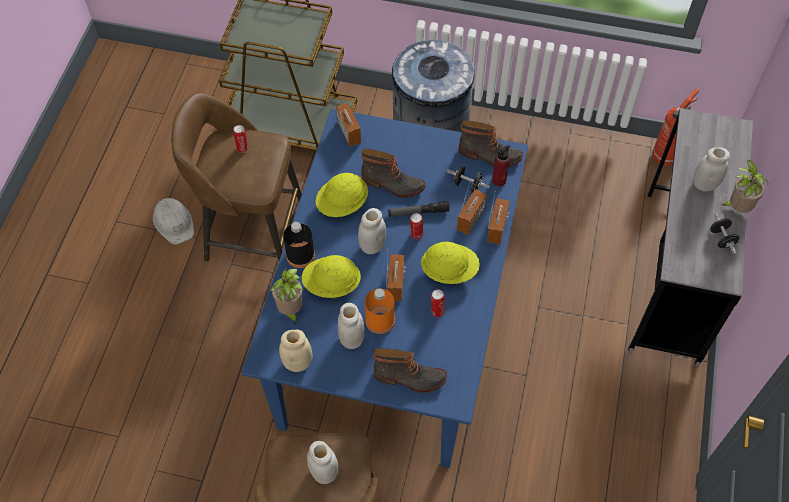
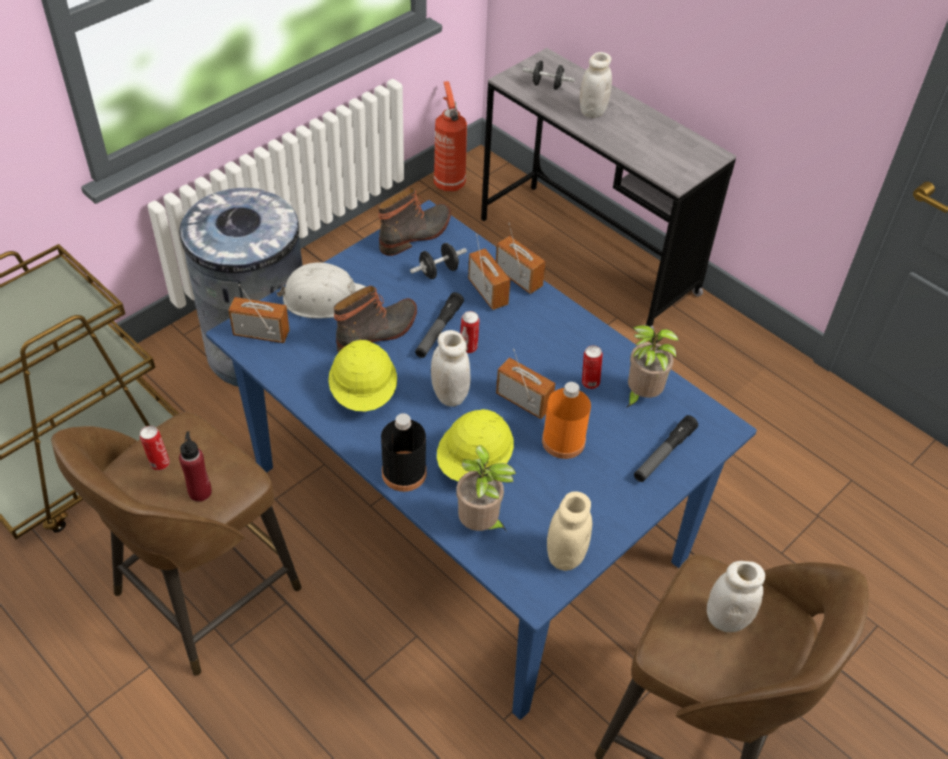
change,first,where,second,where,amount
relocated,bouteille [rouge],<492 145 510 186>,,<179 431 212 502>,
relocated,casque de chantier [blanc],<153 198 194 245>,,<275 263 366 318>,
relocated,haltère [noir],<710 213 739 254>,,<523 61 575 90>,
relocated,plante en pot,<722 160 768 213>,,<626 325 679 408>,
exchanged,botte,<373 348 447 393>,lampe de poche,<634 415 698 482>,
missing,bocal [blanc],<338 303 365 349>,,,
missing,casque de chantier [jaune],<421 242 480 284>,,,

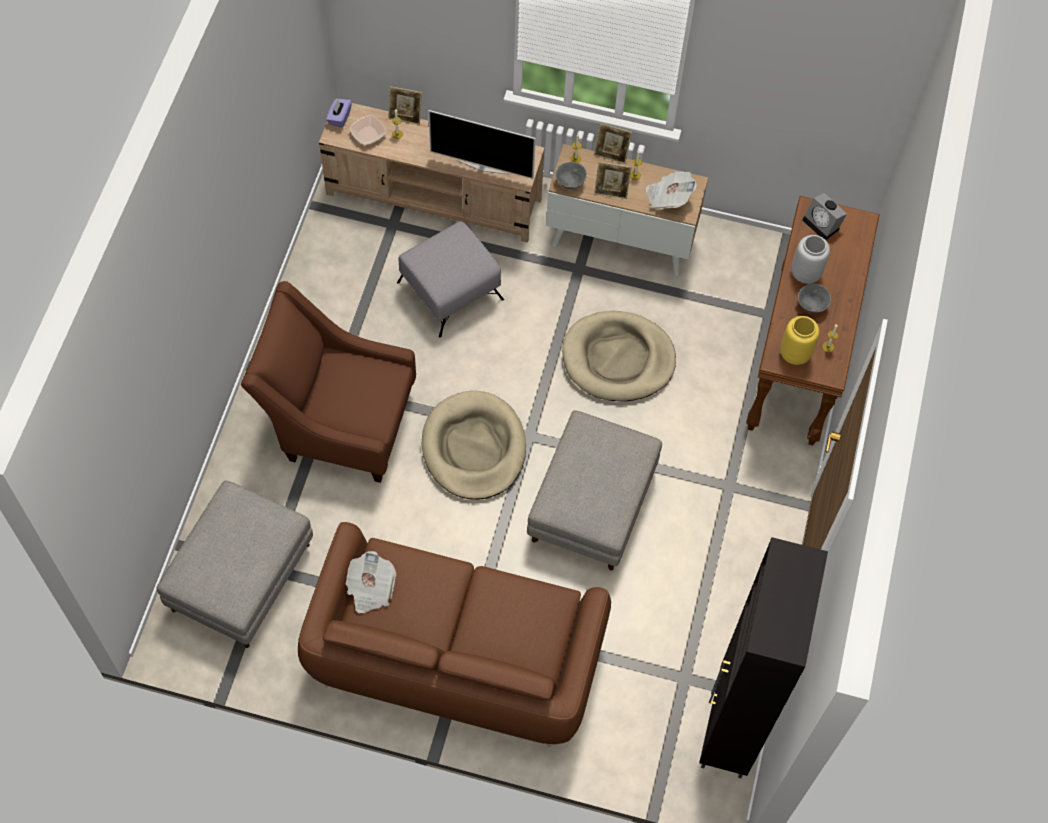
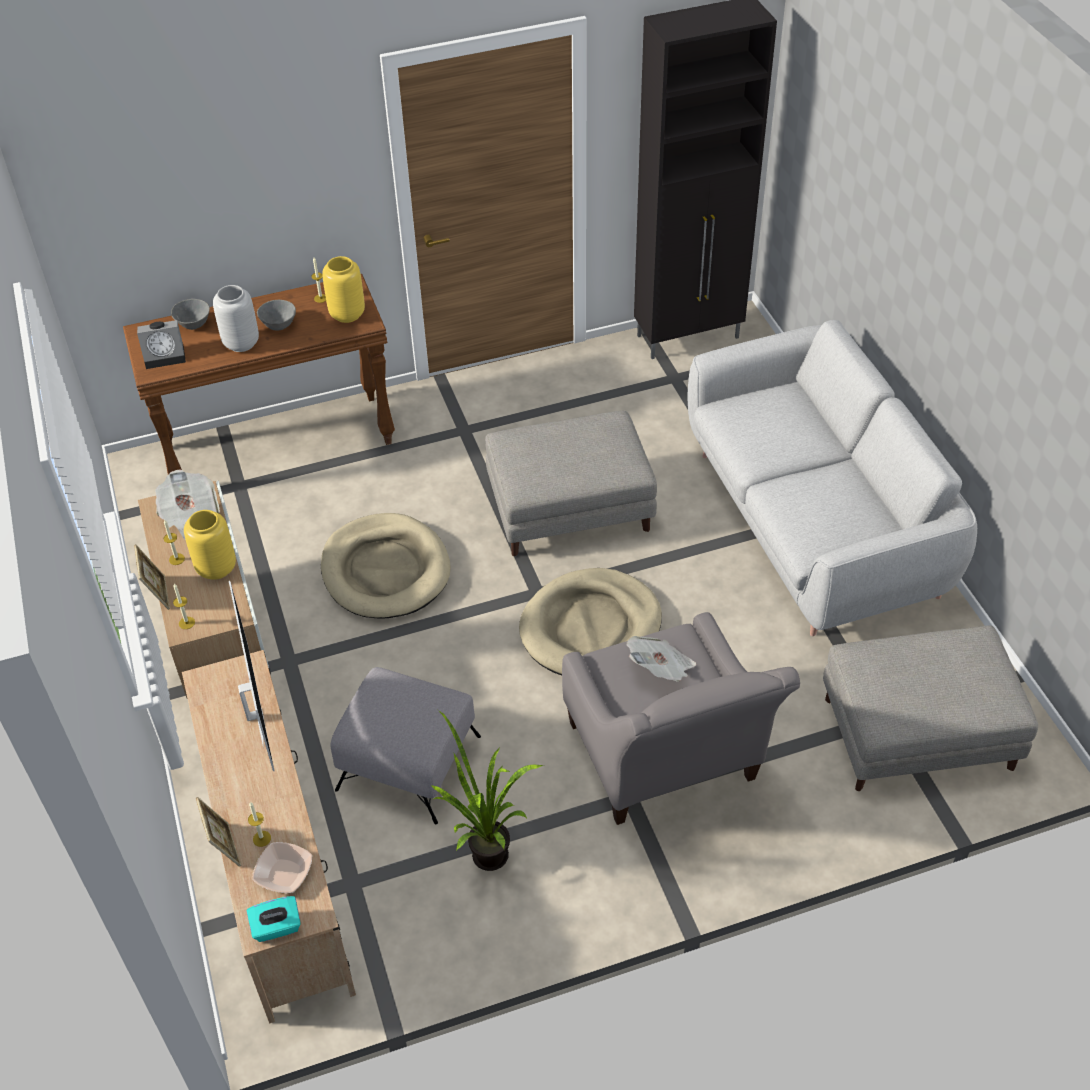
change,first,where,second,where,amount
spun,réveil,<802 193 847 240>,,<137 320 186 369>,60 degrees clockwise
relocated,bol [gris],<555 162 587 189>,,<171 299 210 330>,
exchanged,cadre photo,<594 162 632 199>,vase [jaune],<184 510 236 580>,
colour,boîte à mouchoirs [violet],<326 98 352 128>,boîte à mouchoirs [turquoise],<246 896 301 942>,
appeared,,,plante en pot,<431 710 543 871>,
colour,fauteuil [marron],<241 281 416 483>,fauteuil [gris],<562 612 800 825>,
relocated,journal,<346 551 396 613>,,<627 636 696 682>,
colour,canapé [marron],<298 522 611 747>,canapé [gris],<688 320 977 636>,

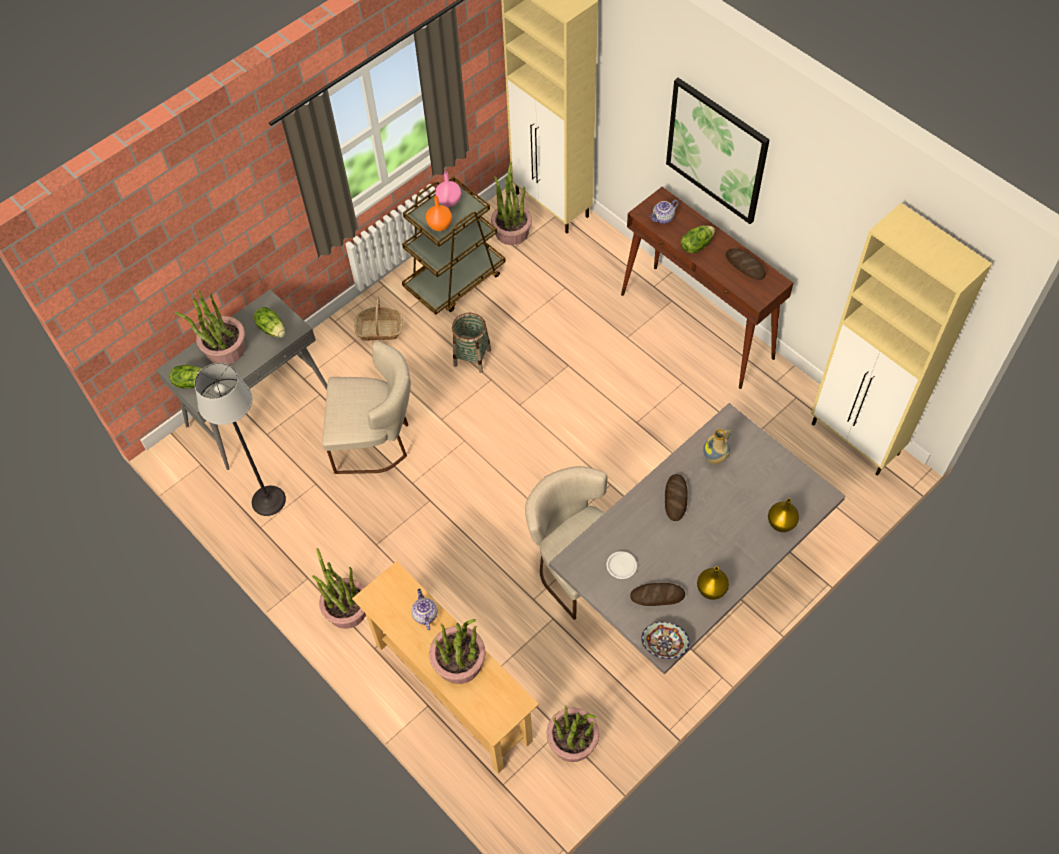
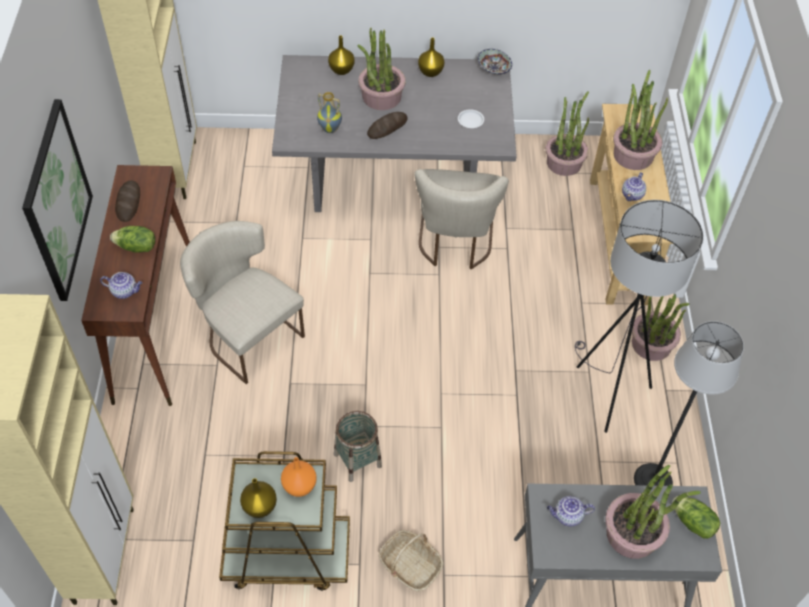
change,first,where,second,where,amount
relocated,chaise [beige],<322 341 411 474>,,<180 221 305 384>,
colour,vase [rose],<435 171 461 207>,vase [jaune],<240 478 277 518>,
relocated,plante en pot,<491 162 532 245>,,<357 28 406 110>,
exchanged,laitue,<254 307 285 338>,théière,<547 496 595 527>,
appeared,,,lampadaire [gris],<575 200 703 433>,
missing,pain,<630 583 685 606>,,,

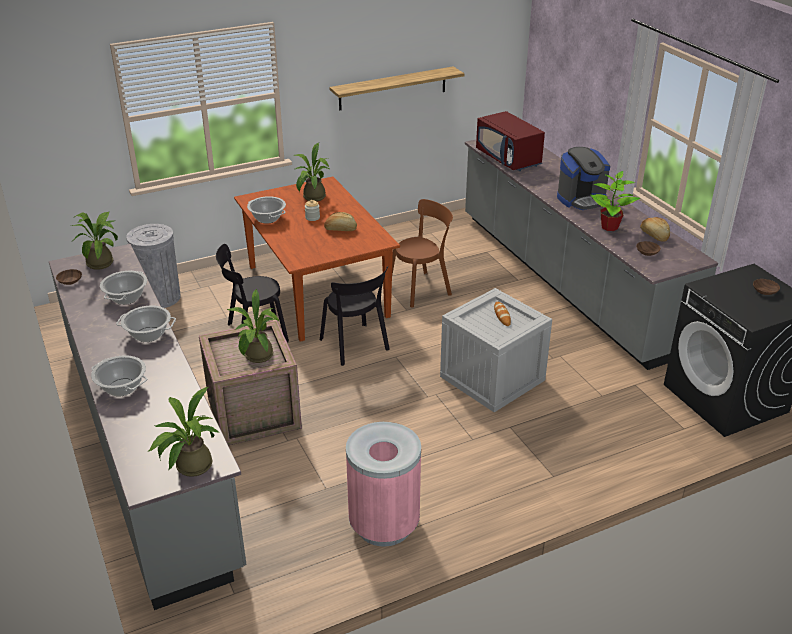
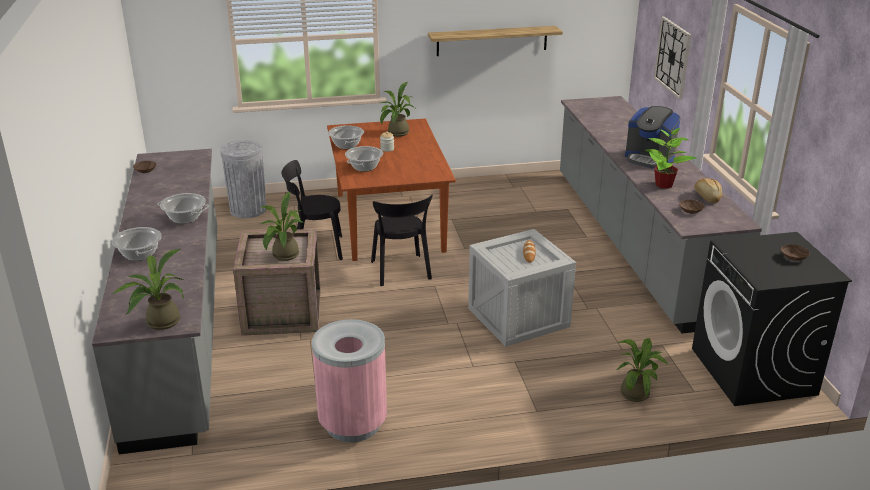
change,first,where,second,where,amount
relocated,marmite,<100 270 147 305>,,<345 146 383 172>,
relocated,plante en pot,<72 212 118 270>,,<617 338 668 402>,
spun,machine à café,<557 147 610 210>,,<625 106 680 168>,45 degrees clockwise
appeared,,,horloge murale,<654 17 691 100>,
missing,pain,<324 212 357 231>,,,
missing,chaise [marron],<392 199 453 308>,,,
missing,micro-ondes [rouge],<476 111 545 171>,,,

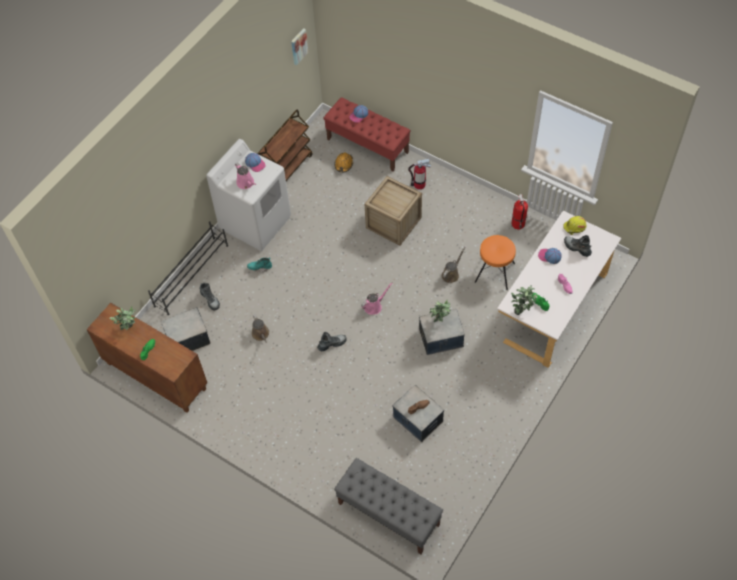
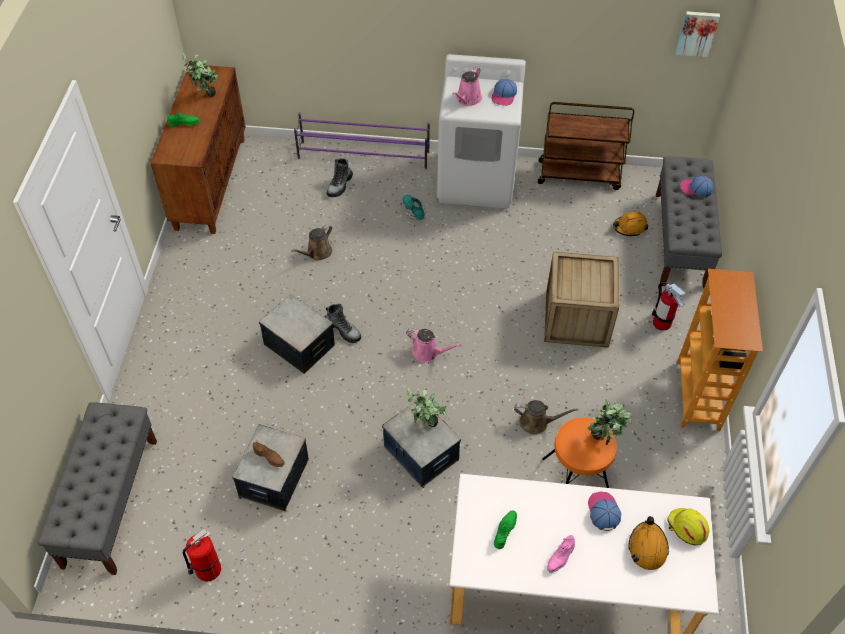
change,first,where,second,where,amount
relocated,extincteur,<511 194 528 230>,,<183 529 221 582>,
relocated,boîte de rangement,<161 307 210 351>,,<259 294 335 374>,
colour,étagère à chaussures [noir],<148 221 228 315>,étagère à chaussures [violet],<294 113 430 169>,
relocated,plante en pot,<511 285 538 315>,,<587 399 633 445>,
exchanged,botte,<564 235 592 257>,casque de chantier [orange],<628 516 669 570>,
colour,banc [rouge],<323 97 411 172>,banc [gris],<656 156 722 288>,
appeared,,,bibliothèque,<677 269 763 431>,

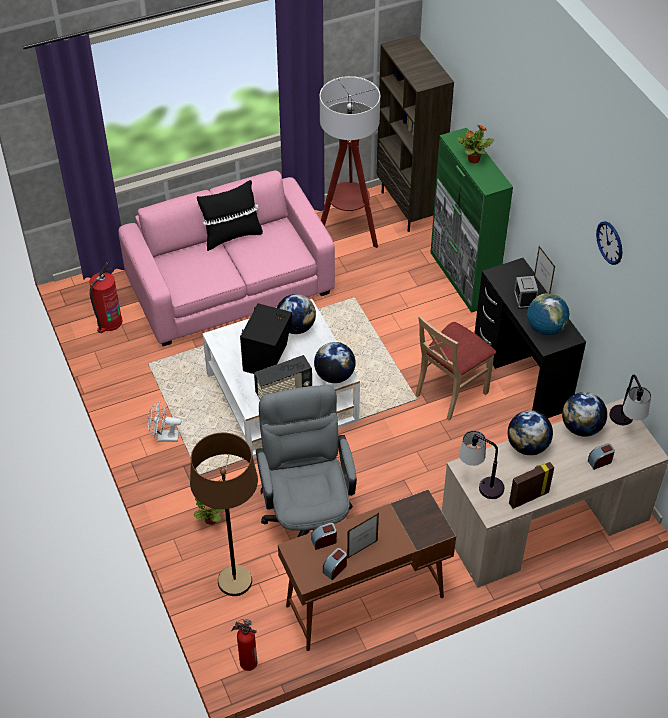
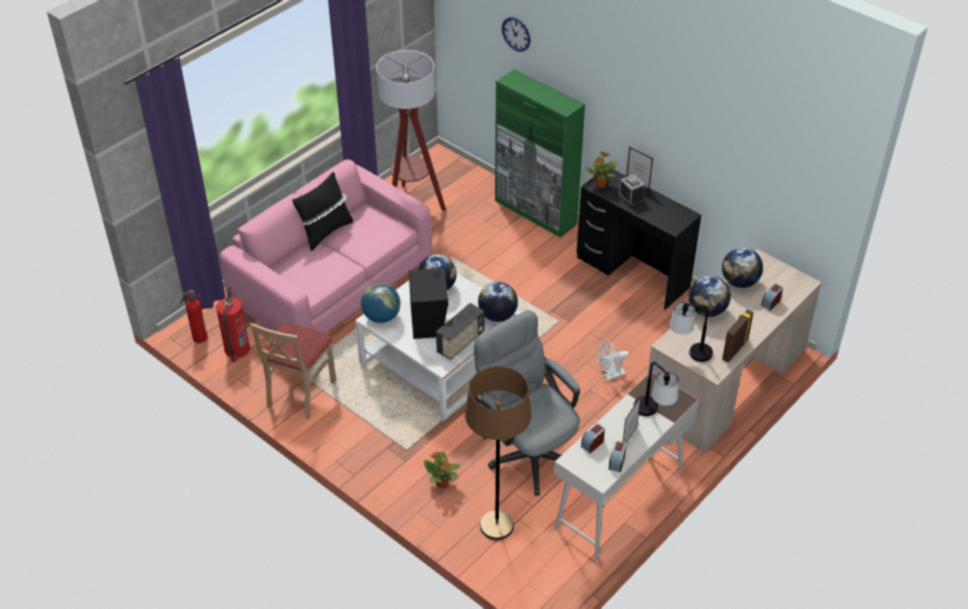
change,first,where,second,where,amount
relocated,extincteur,<231 619 257 671>,,<181 290 208 343>,
relocated,chaise [beige],<416 316 496 421>,,<250 323 336 419>,
relocated,globe,<527 294 569 335>,,<361 283 400 323>,
relocated,horloge murale,<596 221 622 265>,,<502 17 530 52>,
colour,bureau [marron],<278 489 456 651>,bureau [blanc],<554 372 698 558>,
relocated,plante en pot,<457 125 494 164>,,<585 152 617 188>,
relocated,ventilateur [blanc],<148 402 181 442>,,<597 340 629 381>,
relocated,lampe de table,<610 375 651 425>,,<634 362 679 416>,
missing,bibliothèque [marron],<377 35 454 232>,,,

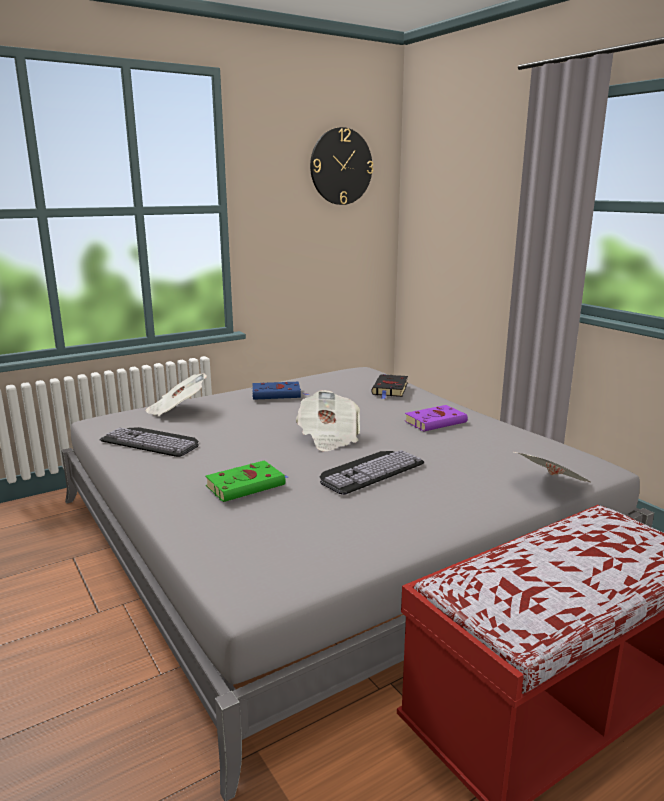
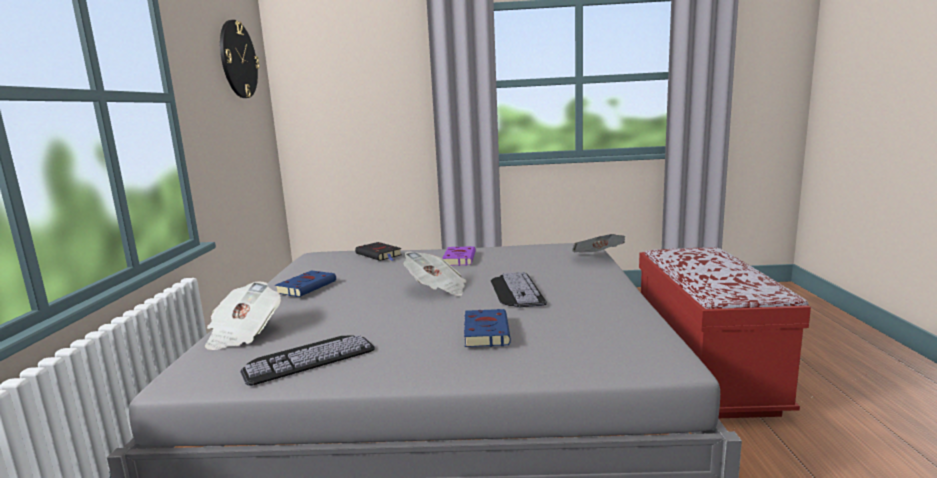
change,first,where,second,where,amount
colour,livre [vert],<205 460 288 502>,livre [bleu],<464 309 511 347>,

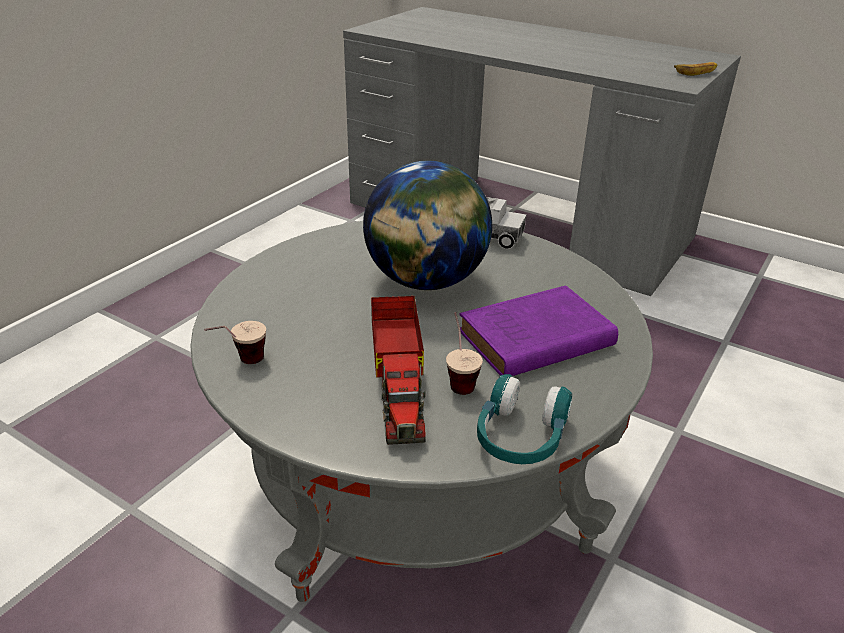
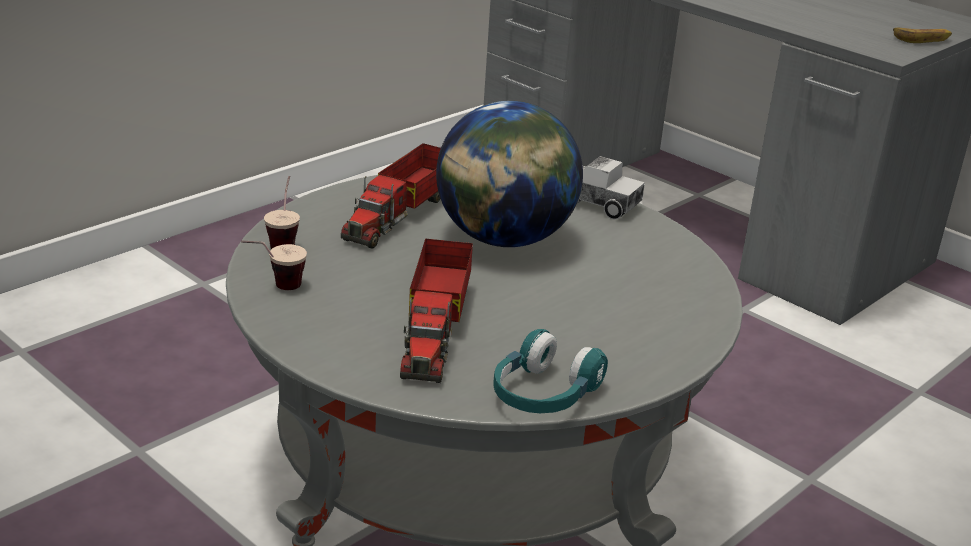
change,first,where,second,where,amount
relocated,tasse,<446 312 483 395>,,<264 176 300 249>,
appeared,,,camion jouet,<341 143 441 249>,
missing,livre [violet],<459 285 618 376>,,,

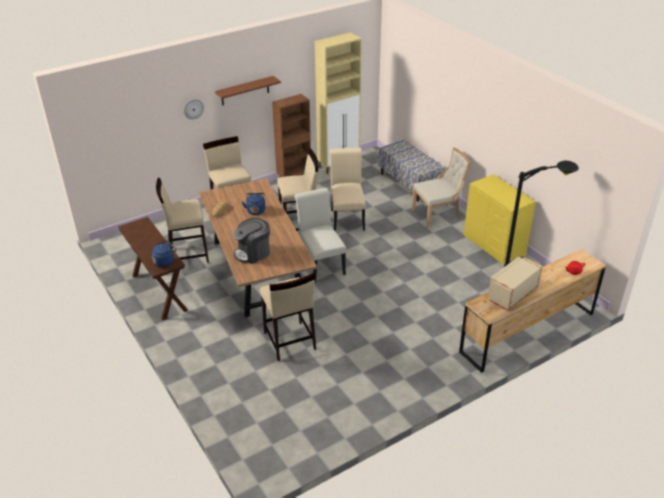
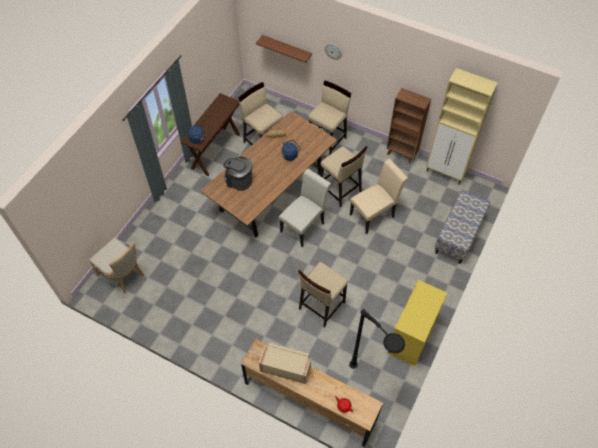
change,first,where,second,where,amount
relocated,chaise [beige],<411 147 471 229>,,<89 237 144 294>,
relocated,étagère [marron],<215 76 281 106>,,<256 35 312 63>,
relocated,tabouret [beige],<260 273 316 361>,,<298 262 348 328>,

